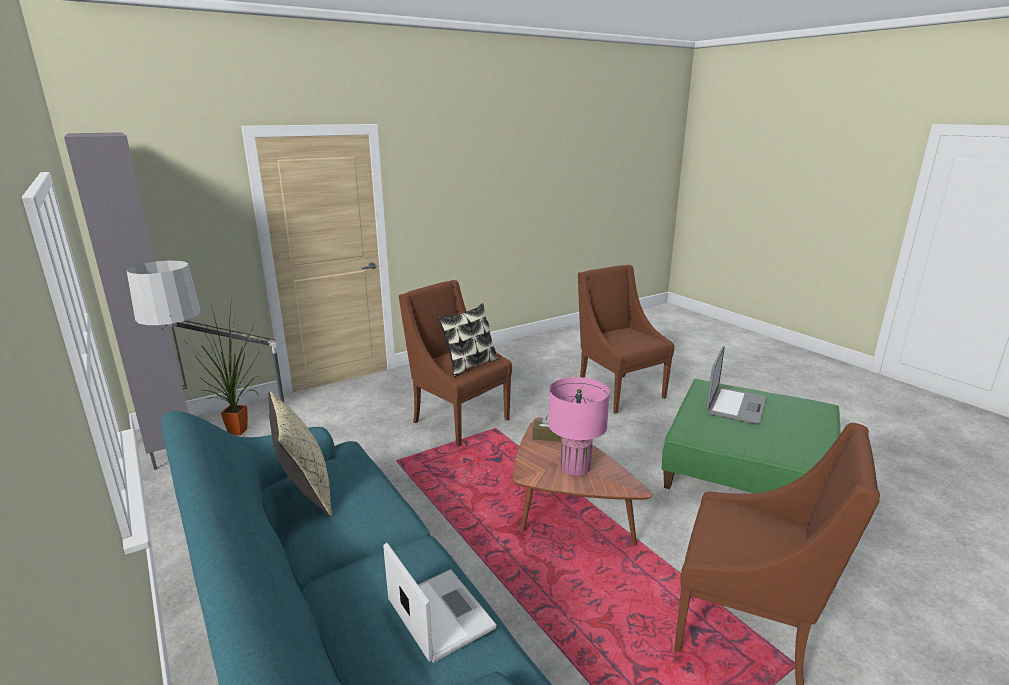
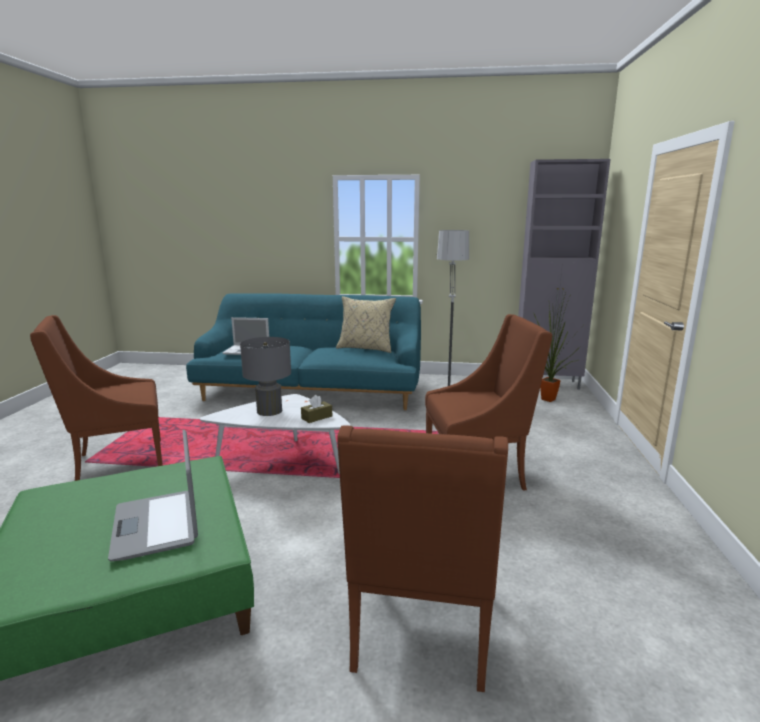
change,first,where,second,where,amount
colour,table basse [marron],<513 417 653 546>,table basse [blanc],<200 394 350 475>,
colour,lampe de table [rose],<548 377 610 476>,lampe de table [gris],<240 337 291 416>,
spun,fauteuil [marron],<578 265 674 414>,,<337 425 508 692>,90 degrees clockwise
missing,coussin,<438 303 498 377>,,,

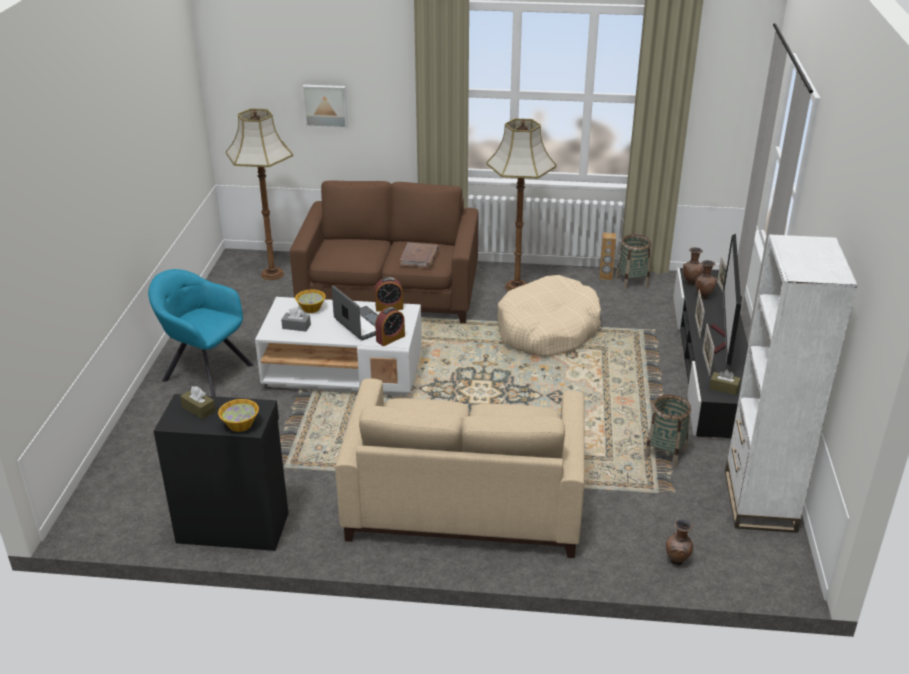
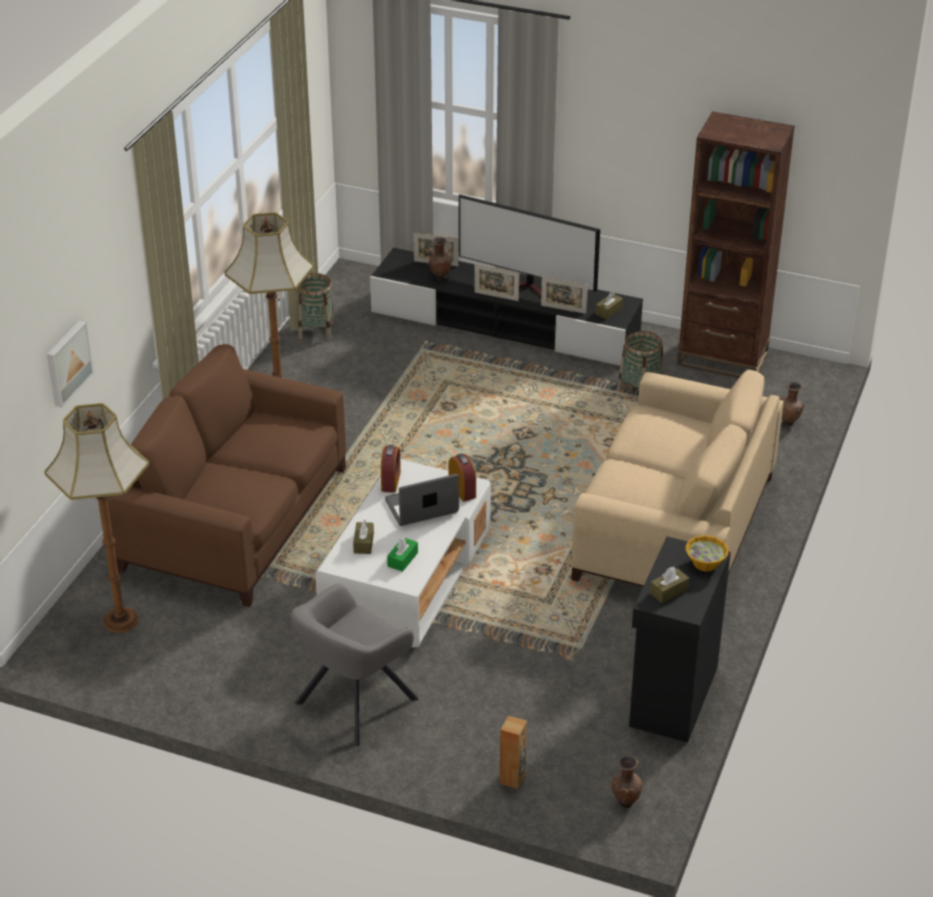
change,first,where,second,where,amount
colour,fauteuil [turquoise],<148 269 254 396>,fauteuil [gris],<291 584 419 746>,
exchanged,bol,<295 289 326 313>,boîte à mouchoirs [marron],<353 520 374 554>,
colour,boîte à mouchoirs [gris],<281 307 311 332>,boîte à mouchoirs [vert],<387 537 418 572>,
relocated,enceinte [marron],<599 233 616 280>,,<499 716 527 789>,
relocated,vase [marron],<683 247 704 286>,,<612 756 642 808>,
colour,bibliothèque [blanc],<725 234 858 533>,bibliothèque [marron],<677 111 795 378>,
missing,livre [marron],<400 242 439 268>,,,
missing,panier pour chien [beige],<497 275 601 357>,,,

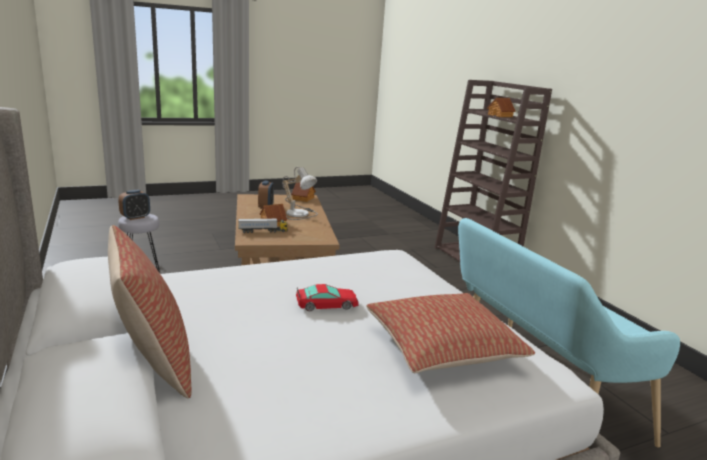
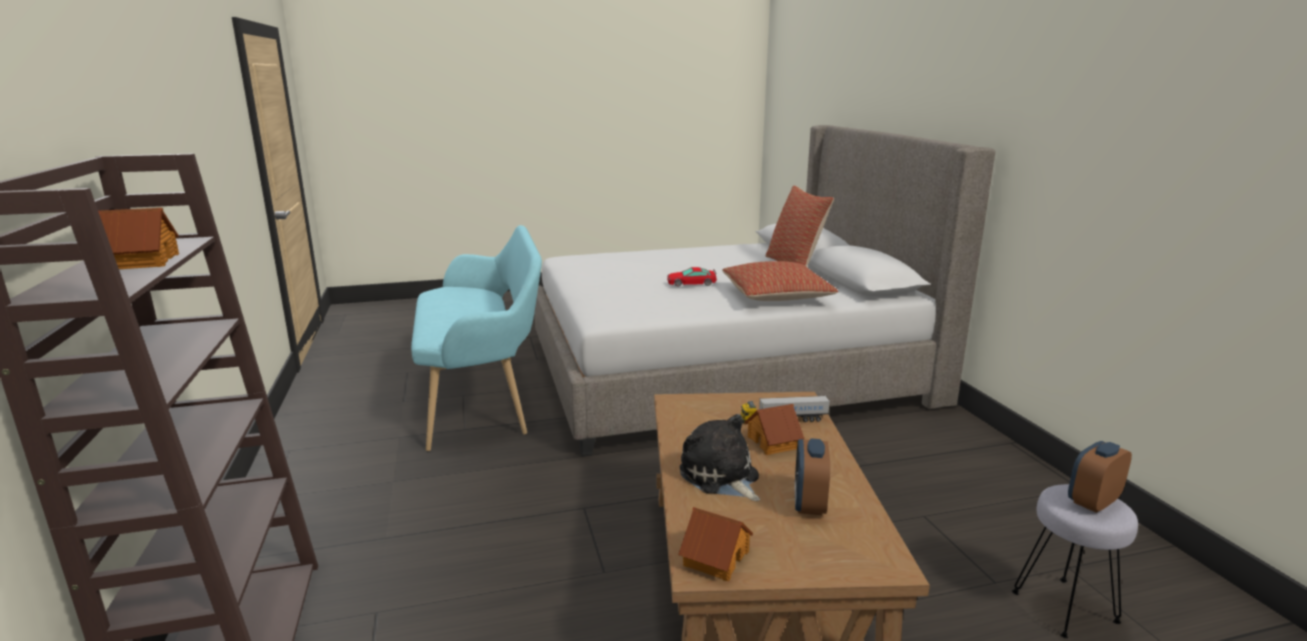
change,first,where,second,where,amount
exchanged,lampe de table,<283 167 318 220>,peluche,<680 414 760 501>,
relocated,coussin,<366 293 535 373>,,<722 261 838 301>,

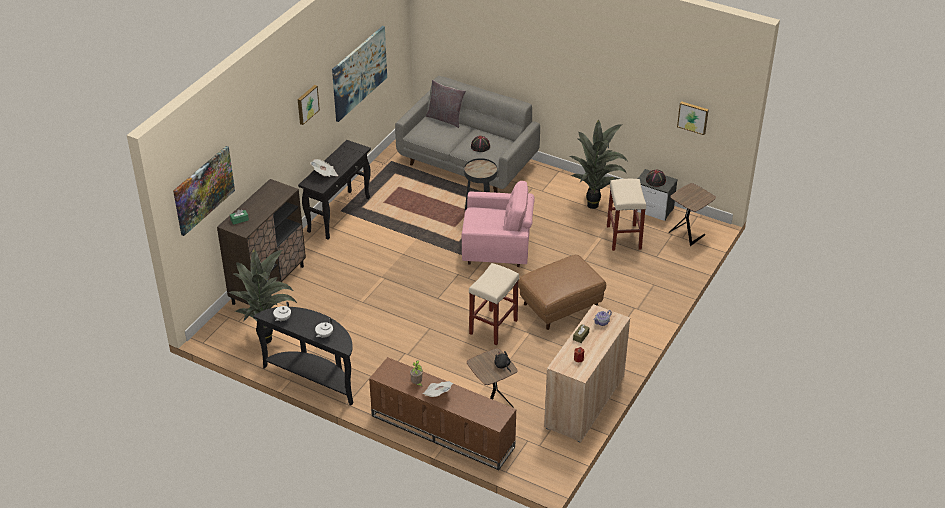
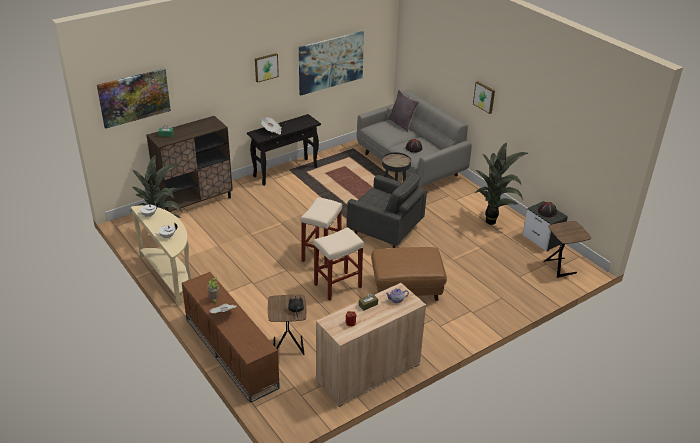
change,first,where,second,where,amount
colour,table console [noir],<253 307 353 405>,table console [beige],<131 205 191 306>,
relocated,tabouret [beige],<607 179 646 251>,,<301 197 342 268>,
colour,fauteuil [rose],<461 181 535 267>,fauteuil [gris],<347 173 427 248>,
relocated,tableau,<677 101 709 135>,,<473 81 495 114>,

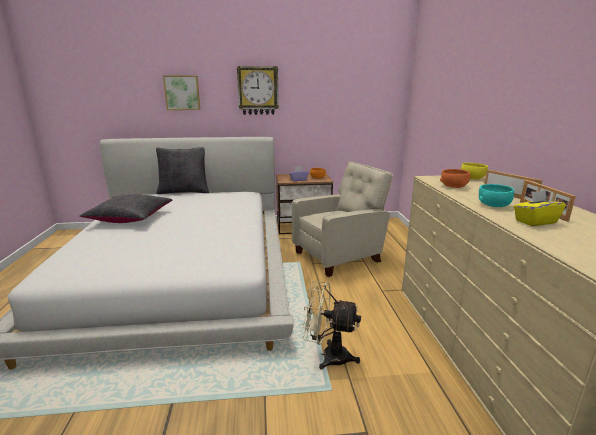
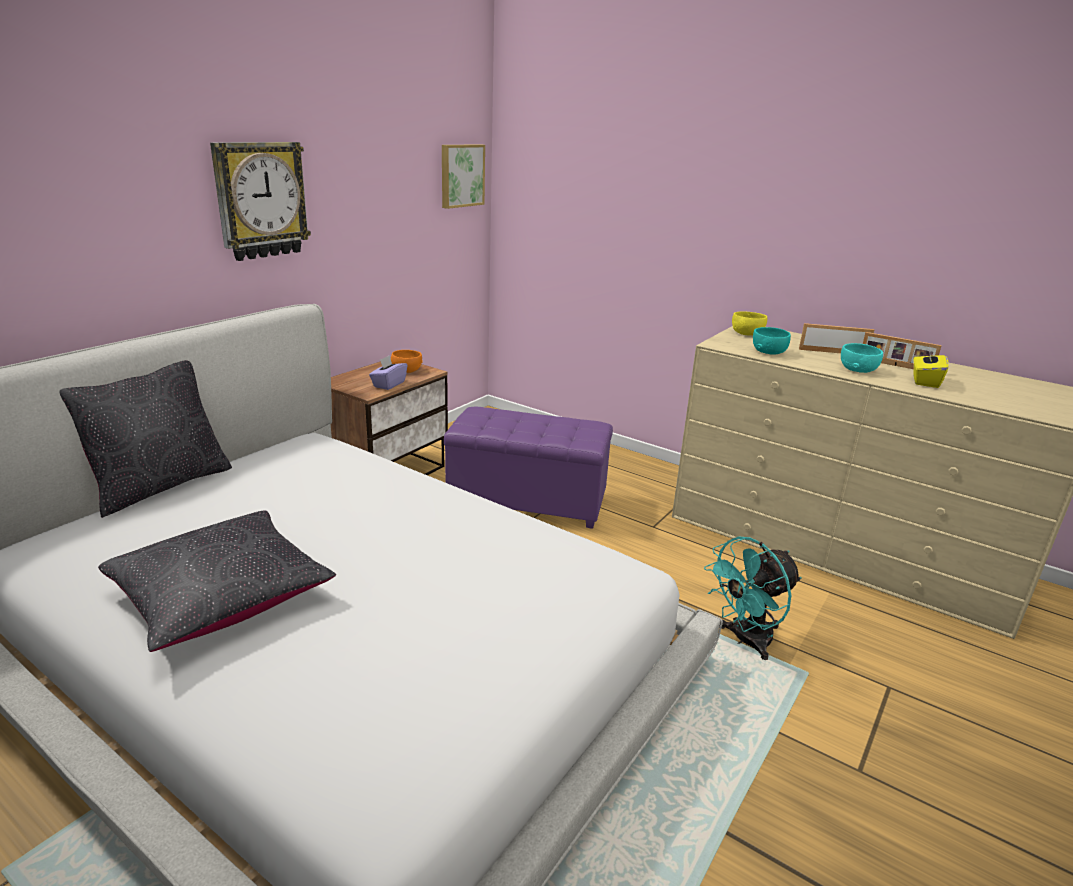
change,first,where,second,where,amount
relocated,tableau,<163 75 200 110>,,<442 144 485 209>,
exchanged,fauteuil [beige],<292 161 393 277>,pouf [violet],<444 407 613 529>,
colour,ventilateur [beige],<302 281 361 370>,ventilateur [turquoise],<704 536 802 660>,
colour,bol [orange],<440 169 471 188>,bol [turquoise],<753 327 791 355>,

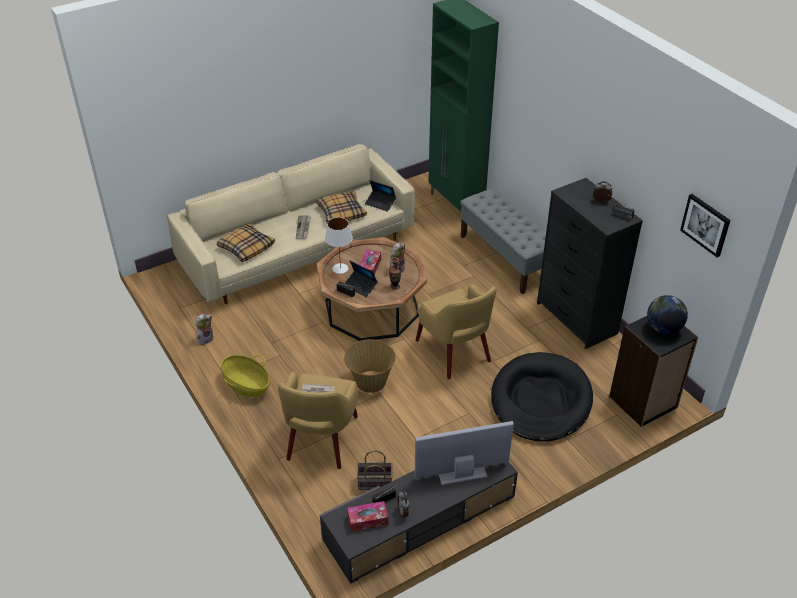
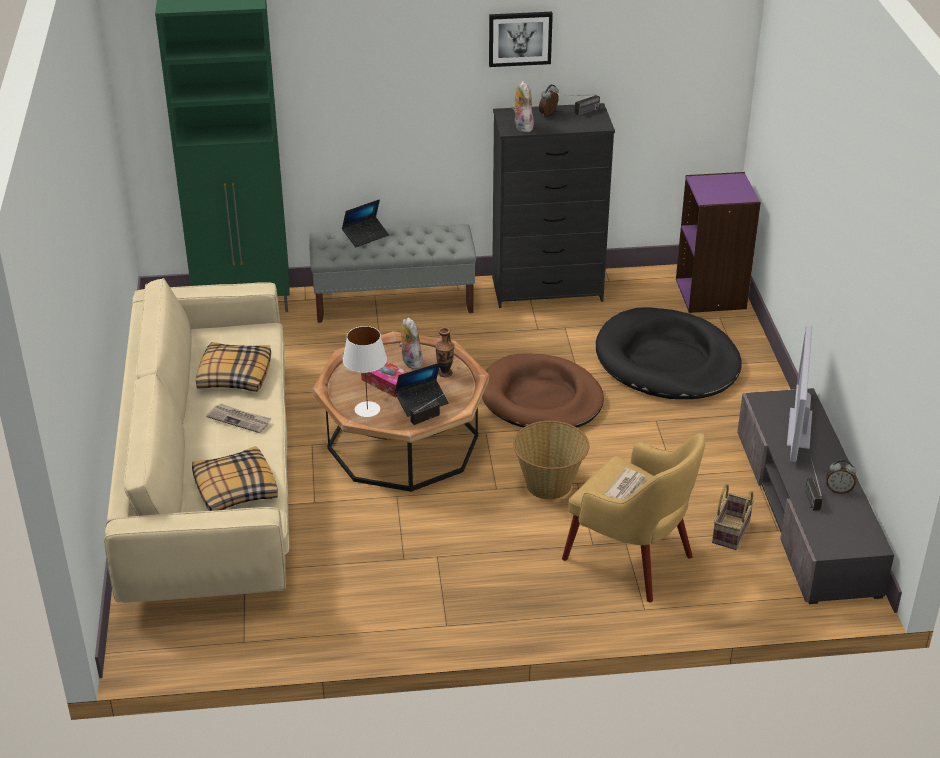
change,first,where,second,where,amount
relocated,ordinateur portable,<365 180 396 212>,,<342 199 389 247>,
exchanged,fauteuil [jaune],<416 284 497 379>,panier pour chien [marron],<482 354 604 428>,
relocated,tableau,<680 194 730 257>,,<489 12 553 67>,
relocated,peluche,<195 314 213 345>,,<512 81 534 132>,
colour,bibliothèque [noir],<609 316 698 427>,bibliothèque [violet],<676 172 761 313>,
missing,panier,<221 355 270 397>,,,
missing,boîte à mouchoirs,<347 501 388 532>,,,
missing,globe,<647 295 688 334>,,,

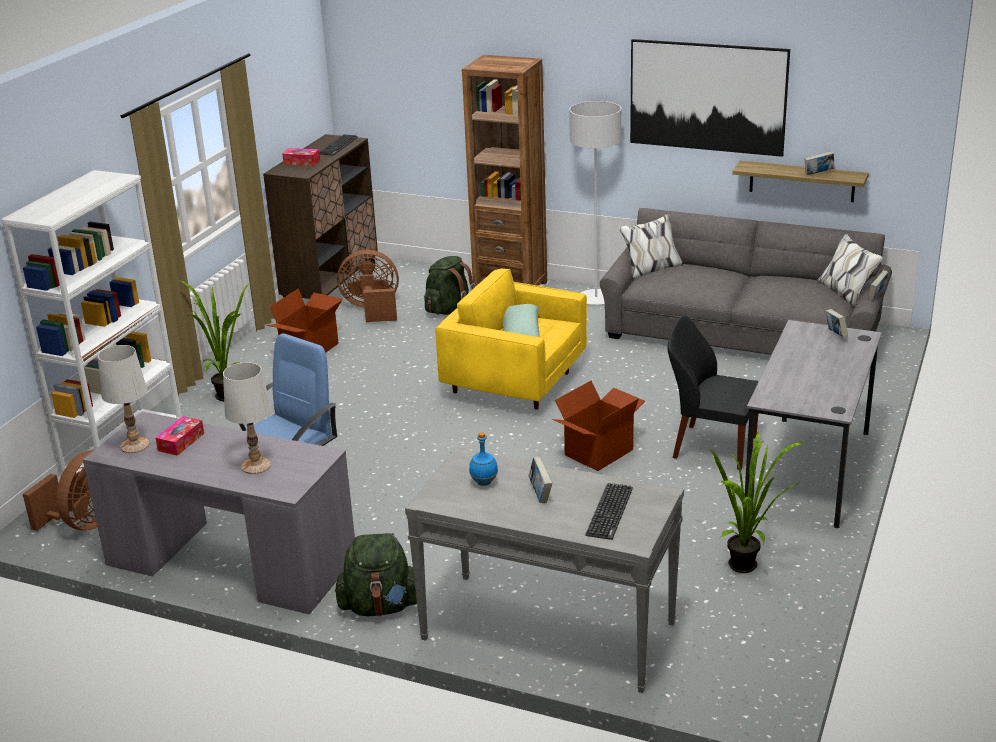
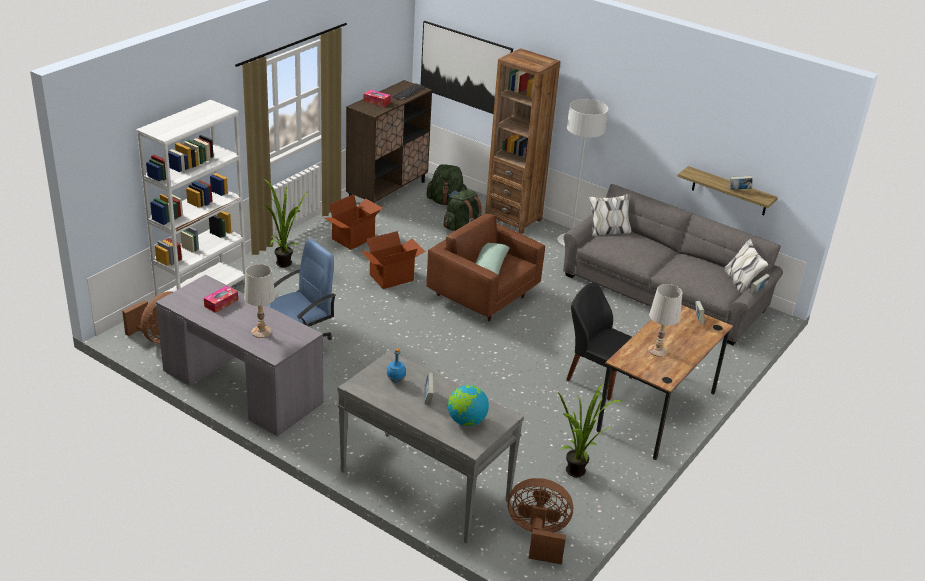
change,first,where,second,where,amount
relocated,carton,<552 381 645 471>,,<360 231 425 289>,
relocated,tableau,<630 39 790 157>,,<421 21 513 114>,
colour,fauteuil [jaune],<435 269 587 410>,fauteuil [marron],<426 214 545 321>,
relocated,sac à dos [vert],<335 533 417 616>,,<427 164 467 205>,
exchanged,clavier,<585 483 633 540>,globe,<448 385 489 426>,
relocated,ventilateur [marron],<337 250 399 322>,,<508 478 573 565>,
colour,bureau [gris],<745 320 882 528>,bureau [marron],<596 305 733 460>,
relocated,lampe de table [blanc],<98 345 149 453>,,<648 284 682 357>,

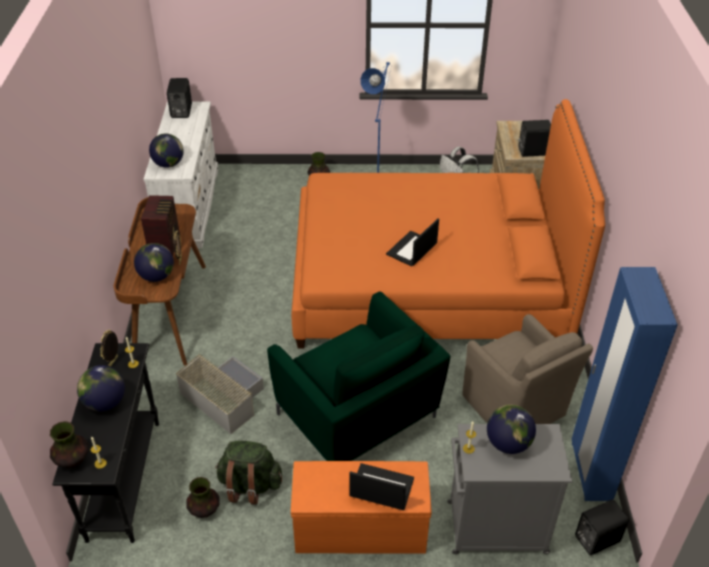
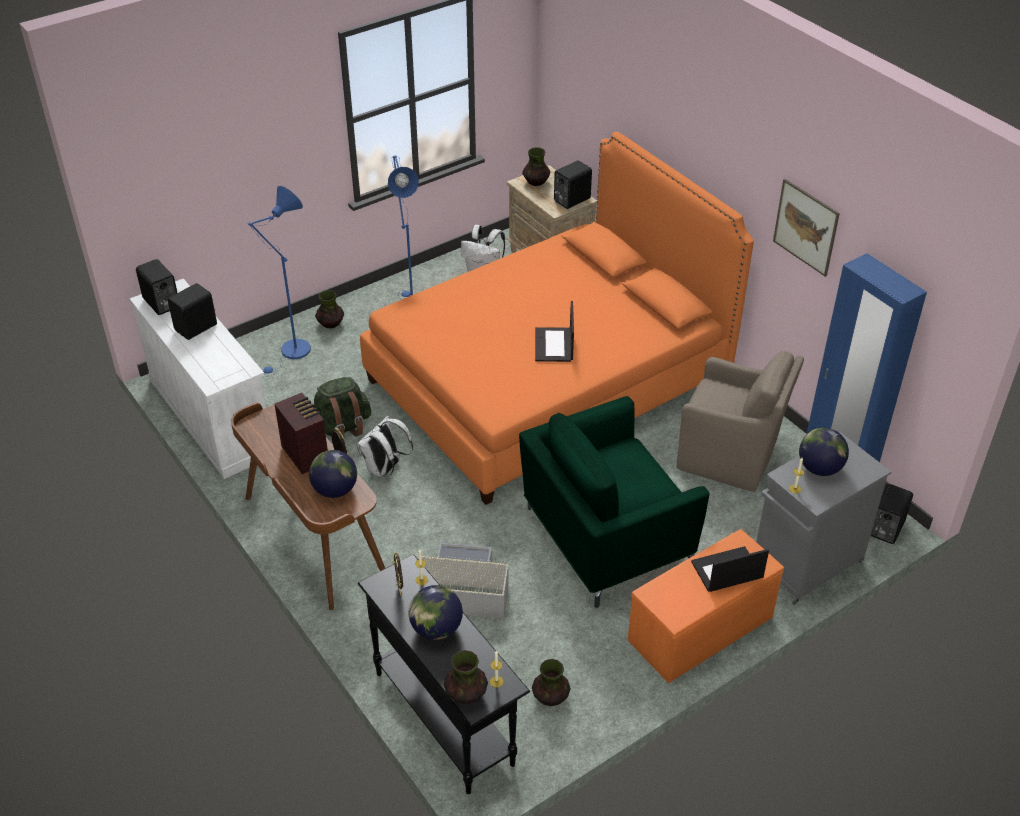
change,first,where,second,where,amount
appeared,,,enceinte [noir],<167 283 217 340>,
appeared,,,lampadaire [bleu],<248 186 311 376>,
relocated,sac à dos [vert],<215 441 282 504>,,<314 377 372 437>,
appeared,,,sac à dos [blanc],<357 416 413 477>,
spun,fauteuil [vert],<267 291 450 461>,,<519 396 709 608>,135 degrees clockwise
appeared,,,vase,<522 147 550 186>,
appeared,,,tableau,<773 179 840 277>,
missing,globe,<149 134 184 168>,,,

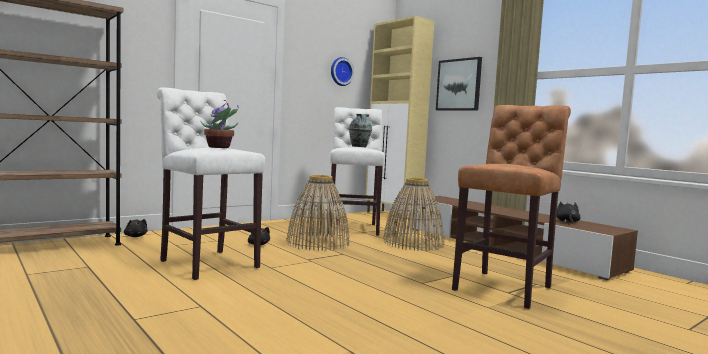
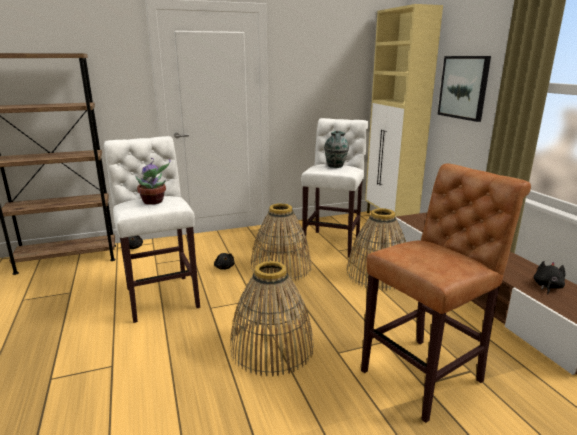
change,first,where,second,where,amount
appeared,,,panier,<230 261 314 377>,
missing,horloge murale,<331 57 354 86>,,,

